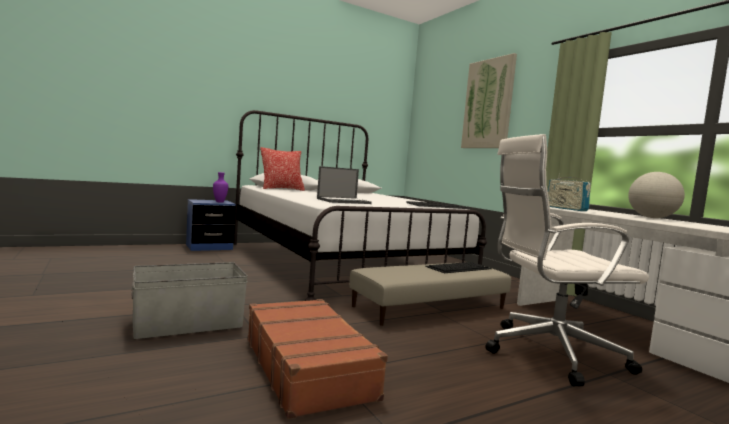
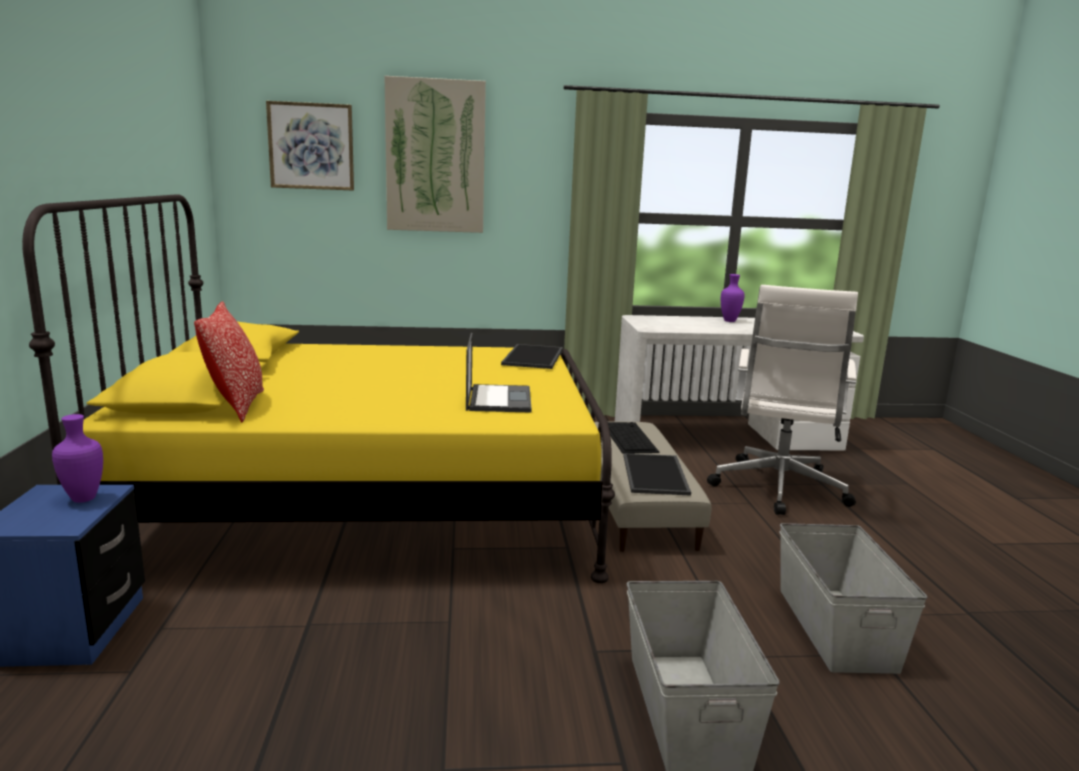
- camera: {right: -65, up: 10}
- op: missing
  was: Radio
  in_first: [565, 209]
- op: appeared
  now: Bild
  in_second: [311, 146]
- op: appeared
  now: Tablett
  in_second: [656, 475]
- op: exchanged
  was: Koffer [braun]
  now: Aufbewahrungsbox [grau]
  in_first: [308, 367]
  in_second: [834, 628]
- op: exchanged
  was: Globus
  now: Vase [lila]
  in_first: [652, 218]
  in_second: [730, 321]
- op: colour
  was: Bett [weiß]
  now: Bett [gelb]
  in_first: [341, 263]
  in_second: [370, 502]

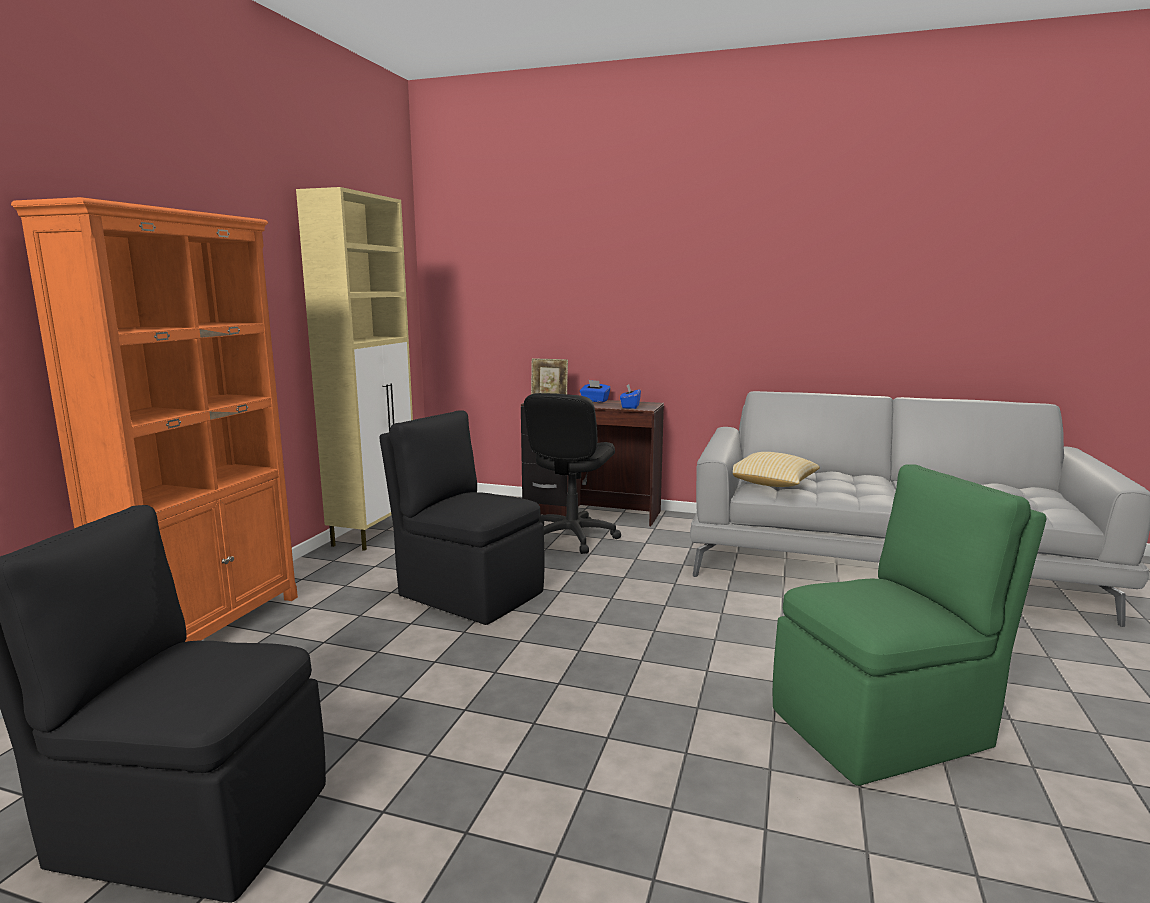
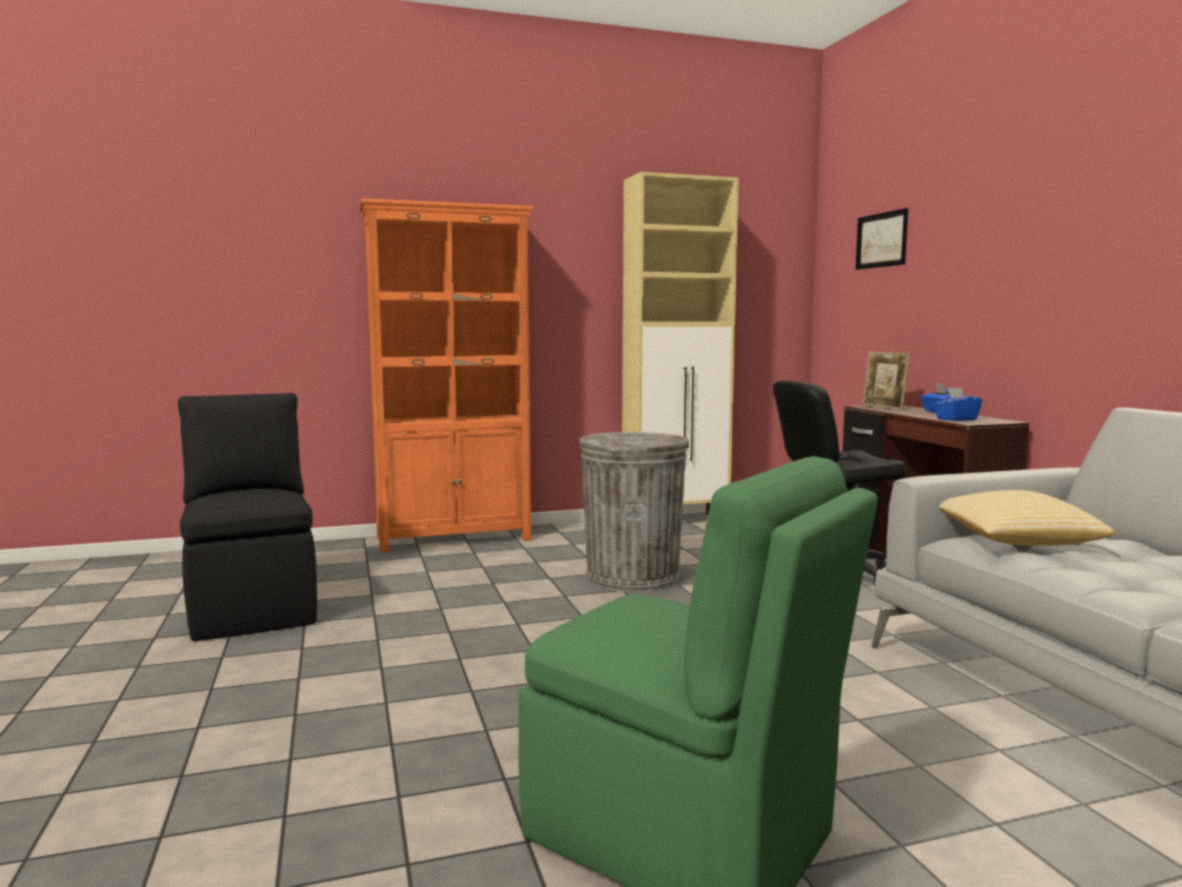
- camera: {right: 55, up: -5}
- op: appeared
  now: Bild
  in_second: [881, 240]
- op: exchanged
  was: Stuhl [schwarz]
  now: Mülleimer [grau]
  in_first: [468, 593]
  in_second: [633, 577]

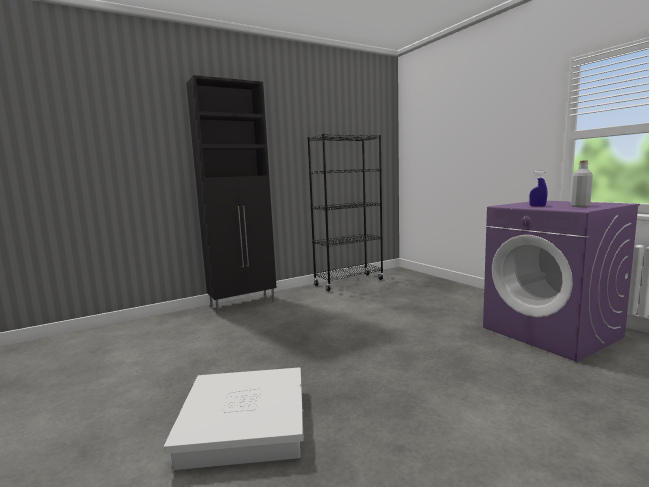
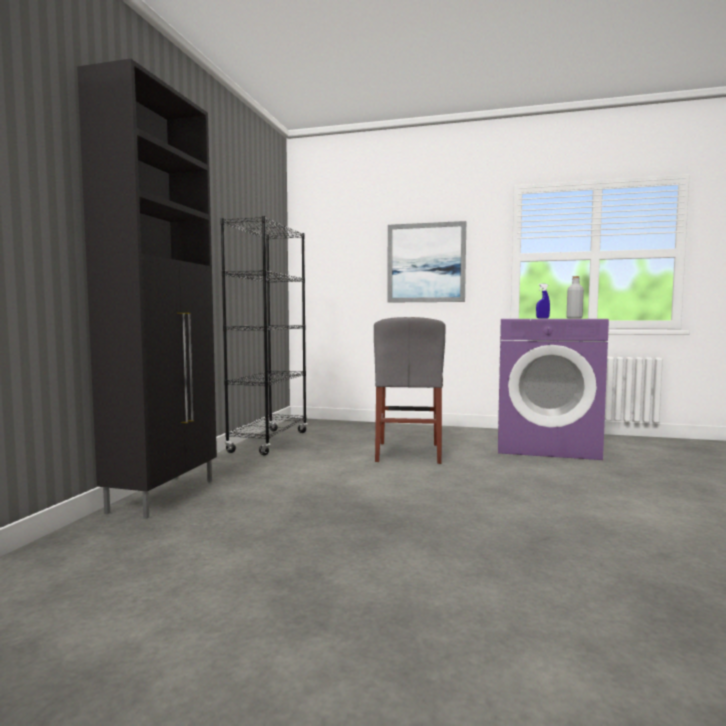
- camera: {right: -45, up: -5}
- op: missing
  was: Aufbewahrungsbox [weiß]
  in_first: [245, 423]
- op: appeared
  now: Stuhl [grau]
  in_second: [408, 452]
- op: appeared
  now: Bild
  in_second: [426, 263]

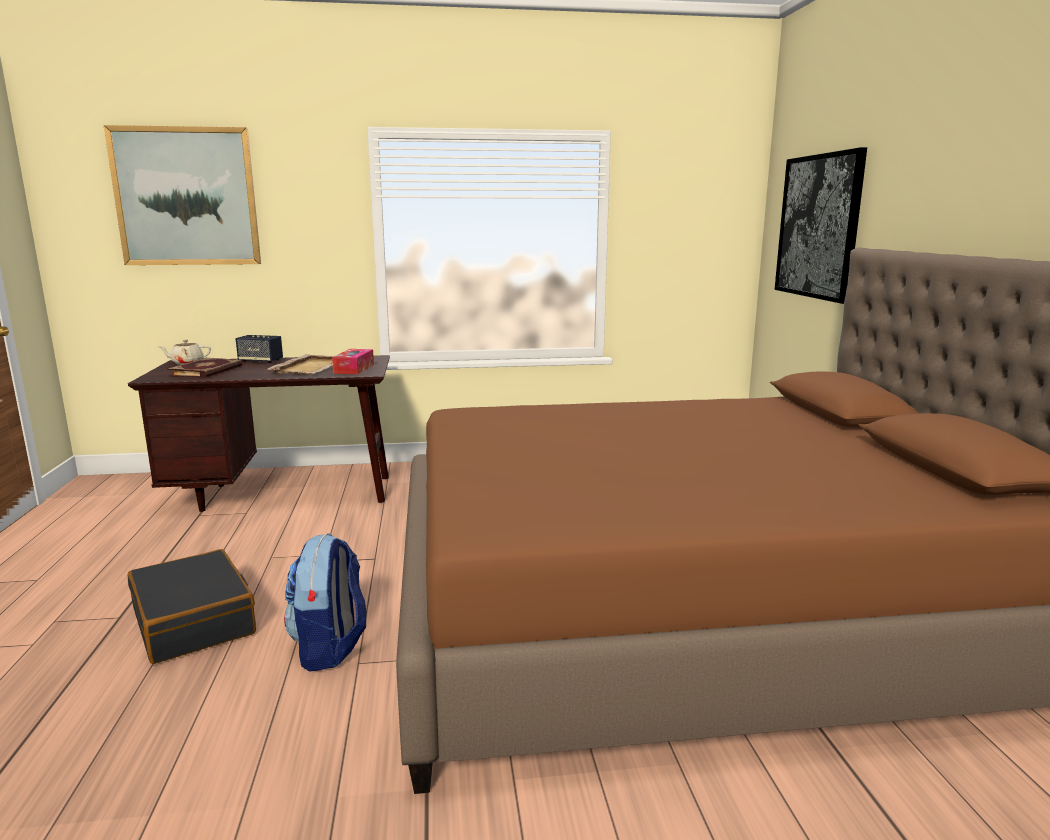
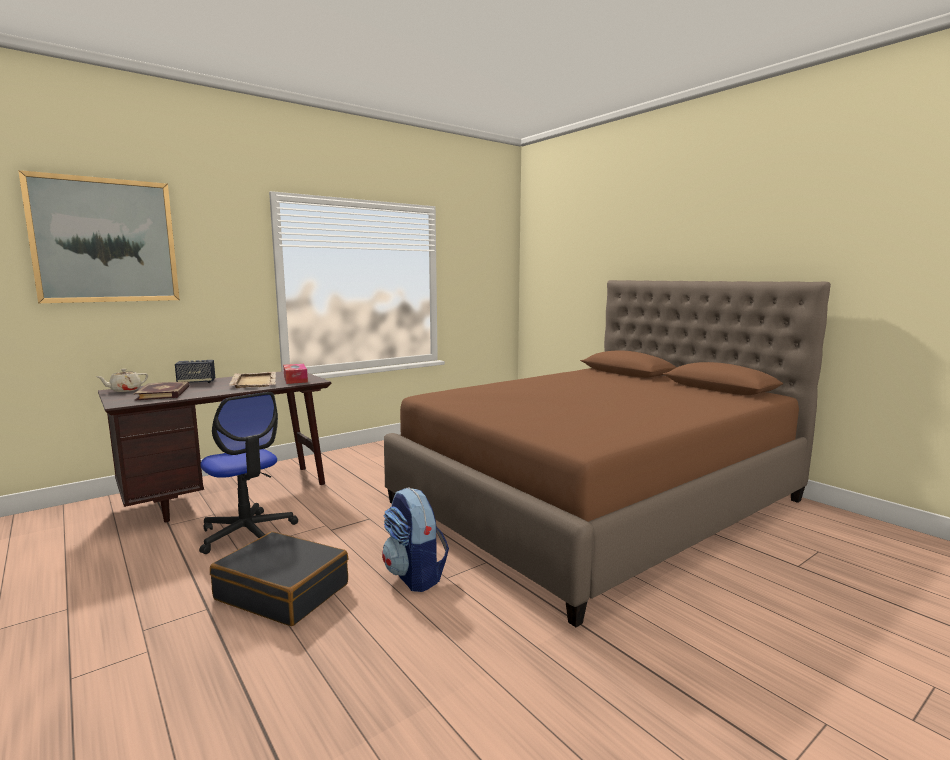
- camera: {right: -30, up: -5}
- op: missing
  was: Bild
  in_first: [818, 226]
- op: appeared
  now: Bürostuhl
  in_second: [247, 533]

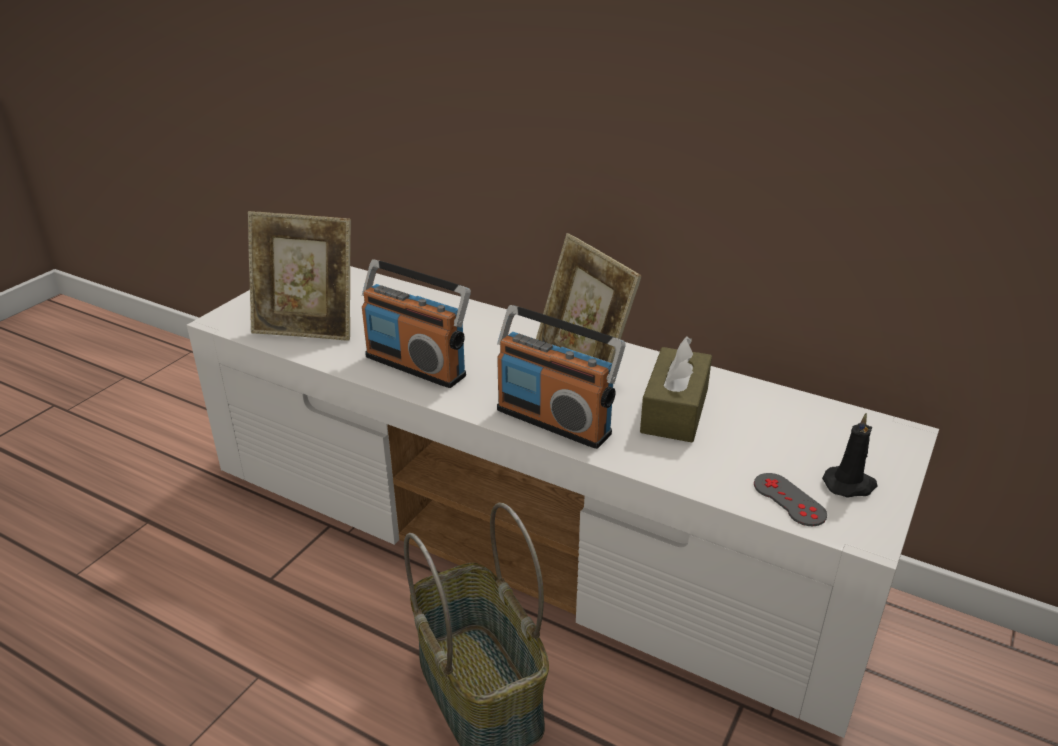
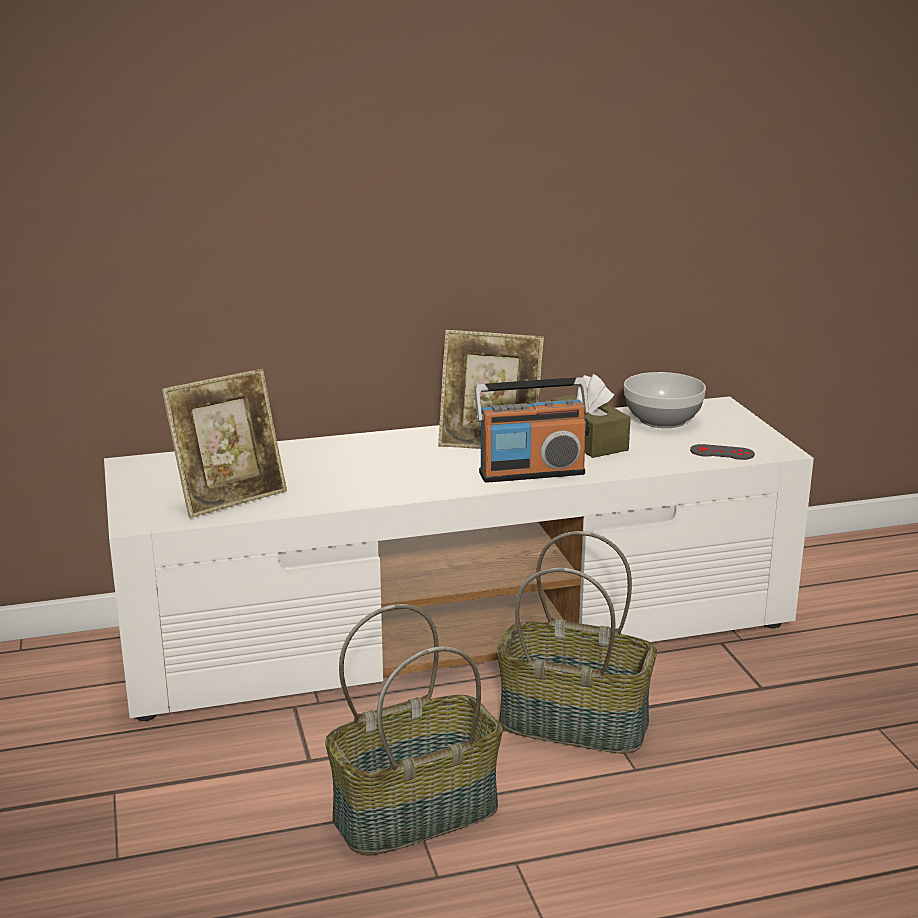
- camera: {right: -45, up: -10}
- op: missing
  was: Radio
  in_first: [416, 365]
- op: missing
  was: Kerze [schwarz]
  in_first: [850, 485]
- op: appeared
  now: Korb
  in_second: [416, 811]
- op: appeared
  now: Schüssel
  in_second: [663, 420]

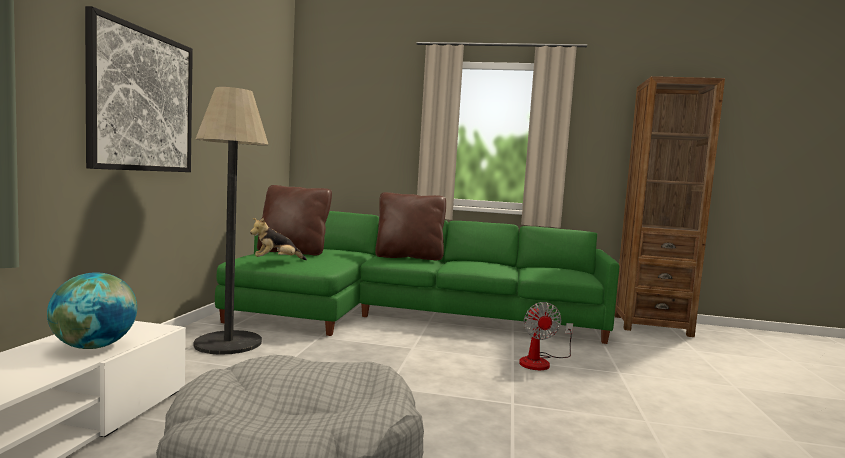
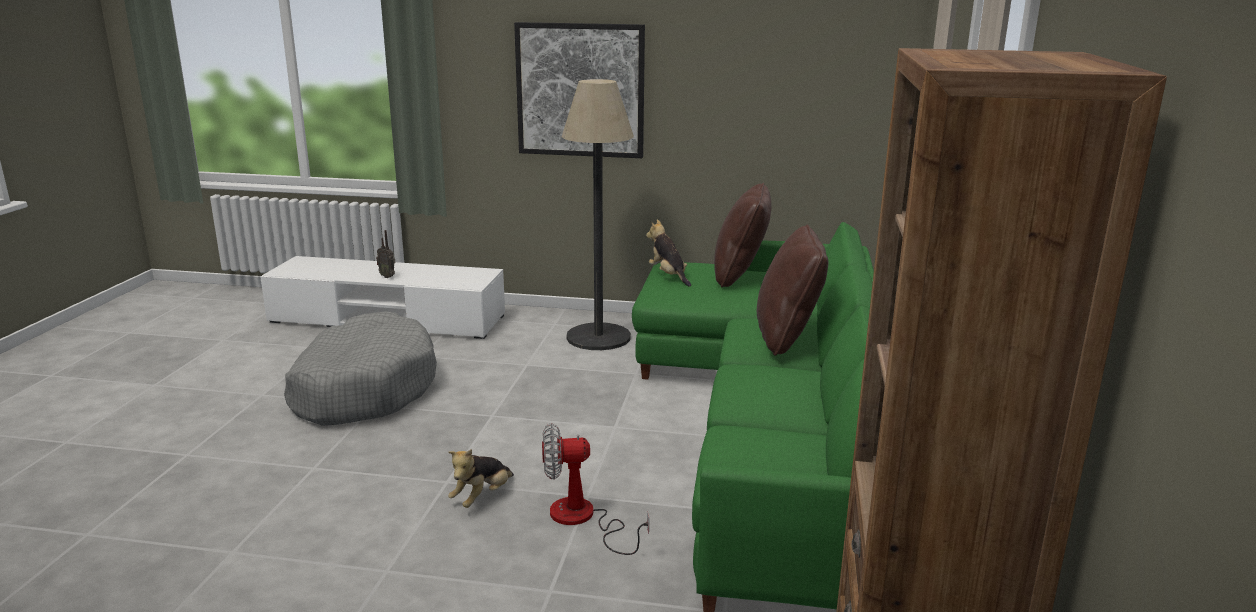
- camera: {right: 90, up: 15}
- op: missing
  was: Globus
  in_first: [94, 346]
- op: appeared
  now: Radio
  in_second: [388, 276]
- op: appeared
  now: Plüschtier
  in_second: [482, 497]

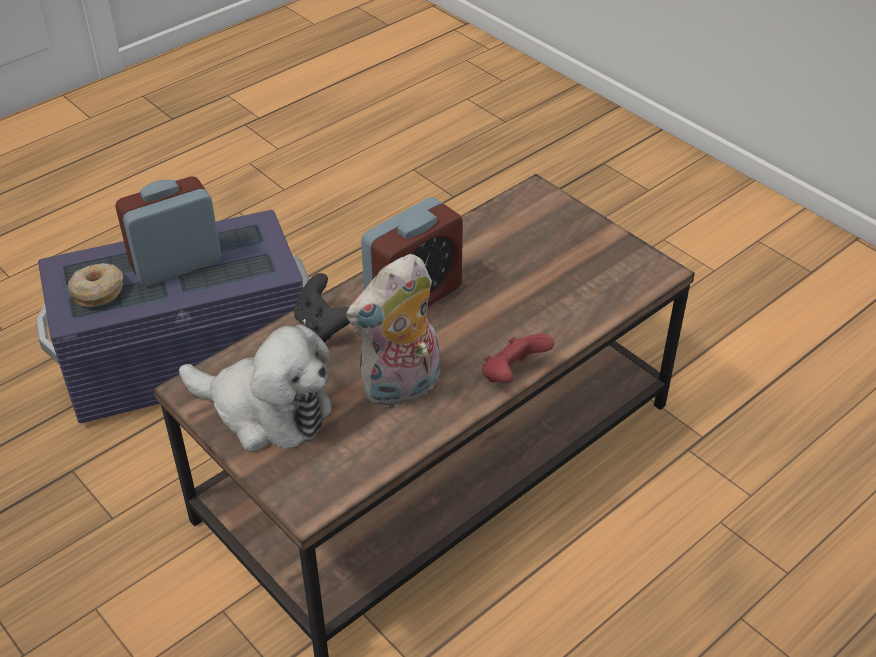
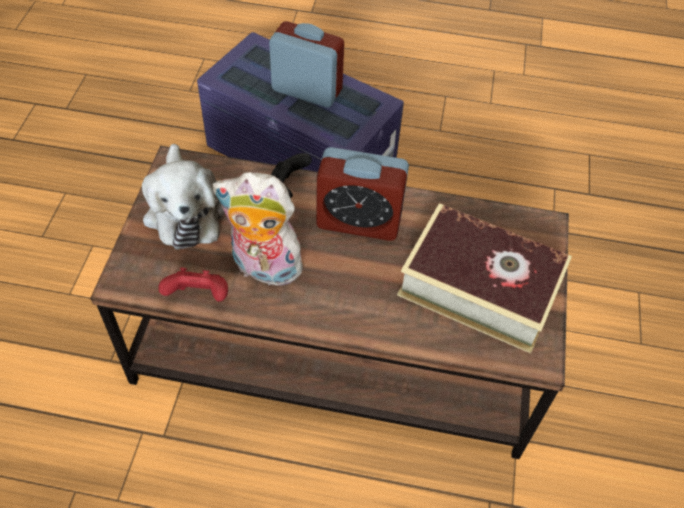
- camera: {right: 50, up: 10}
- op: missing
  was: Donut
  in_first: [98, 291]
- op: appeared
  now: Buch
  in_second: [479, 287]
- op: relocated
  was: Gamepad [rot]
  in_first: [513, 375]
  in_second: [198, 296]

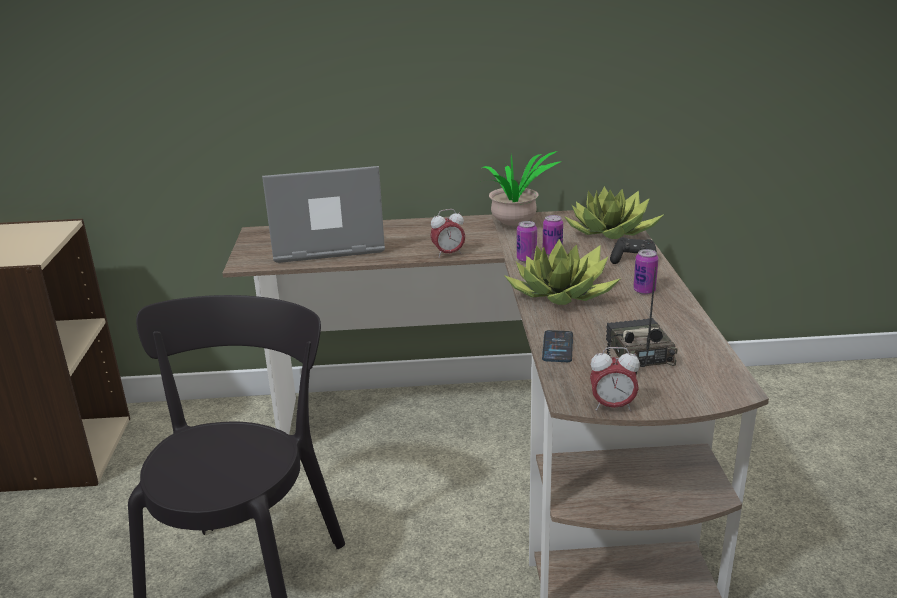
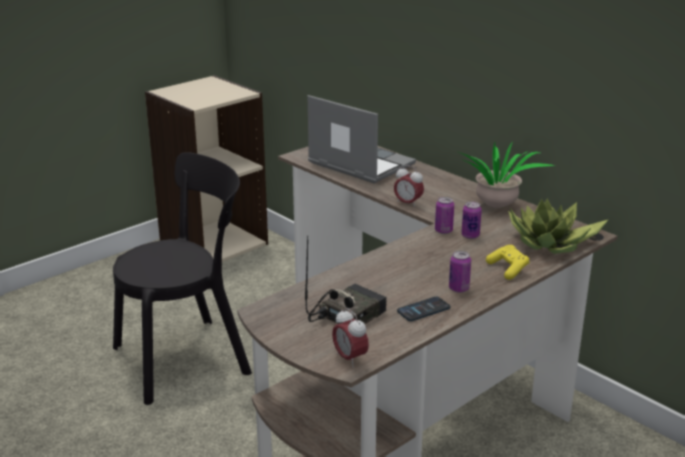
- camera: {right: 50, up: 0}
- op: missing
  was: Topfpflanze
  in_first: [563, 294]
- op: relocated
  was: Handy
  in_first: [557, 347]
  in_second: [423, 310]
- op: relocated
  was: Wecker
  in_first: [612, 406]
  in_second: [350, 358]
- op: colour
  was: Gamepad [schwarz]
  now: Gamepad [gelb]
  in_first: [634, 261]
  in_second: [508, 269]

